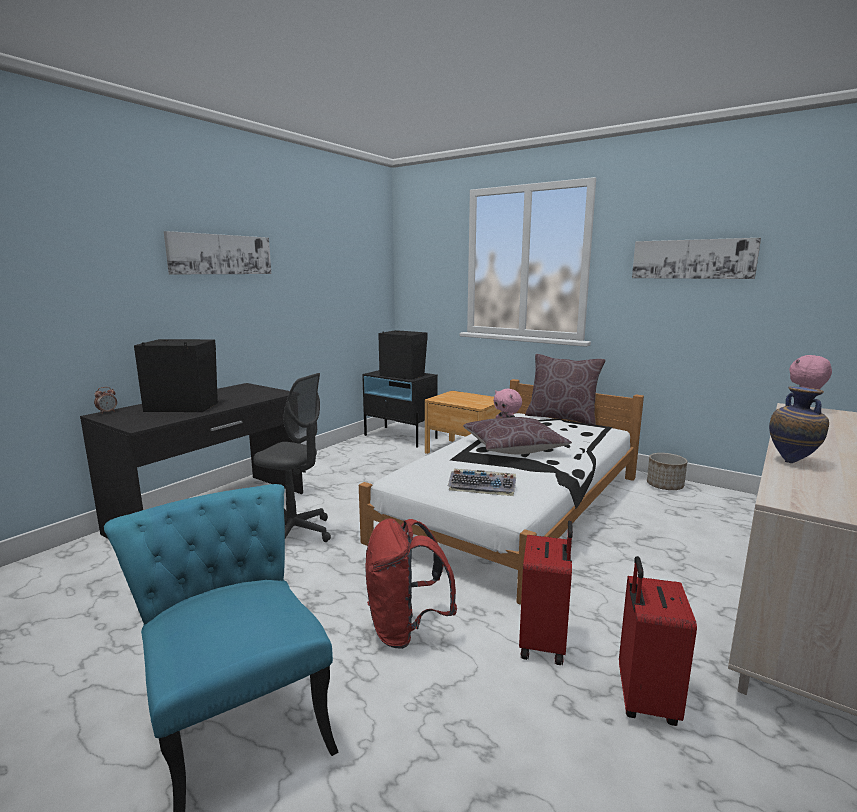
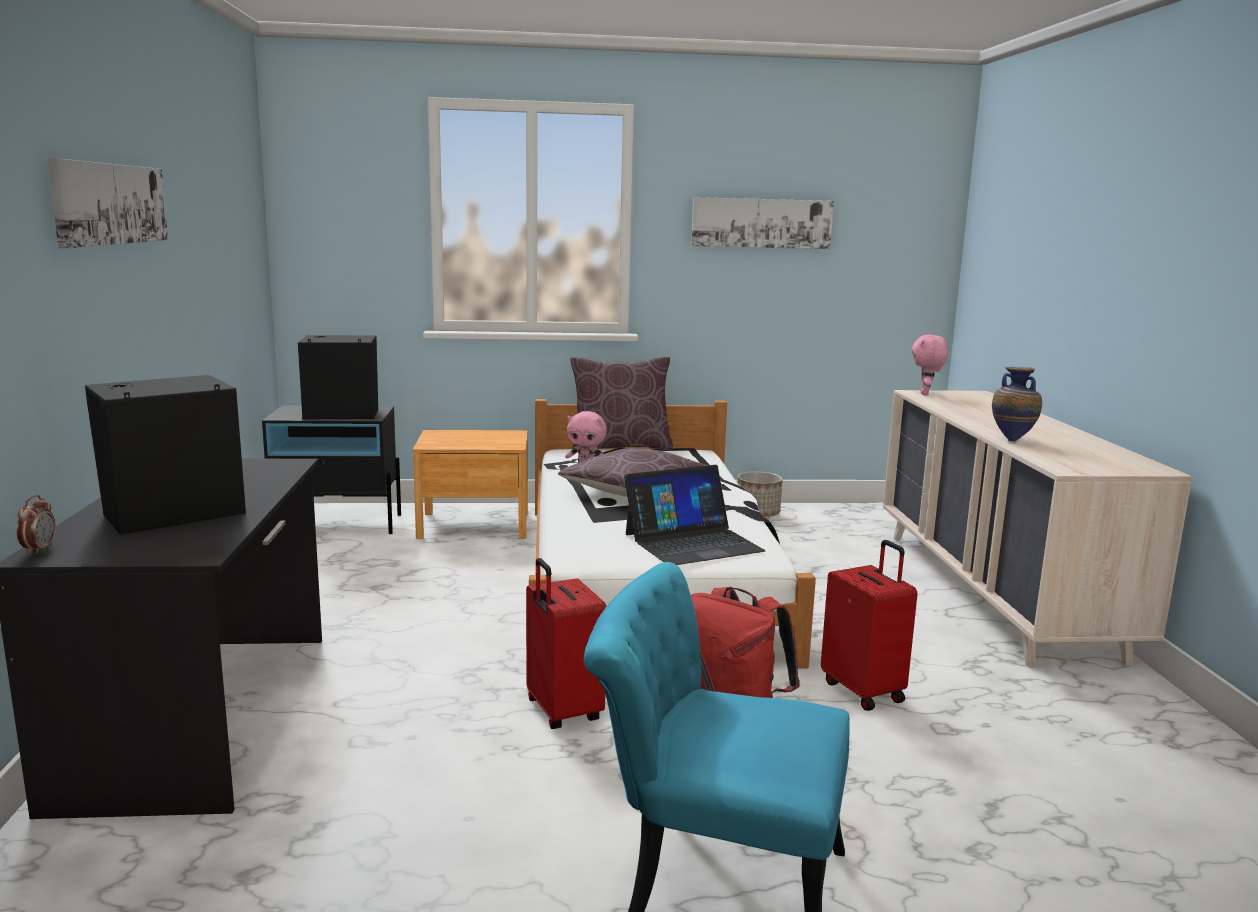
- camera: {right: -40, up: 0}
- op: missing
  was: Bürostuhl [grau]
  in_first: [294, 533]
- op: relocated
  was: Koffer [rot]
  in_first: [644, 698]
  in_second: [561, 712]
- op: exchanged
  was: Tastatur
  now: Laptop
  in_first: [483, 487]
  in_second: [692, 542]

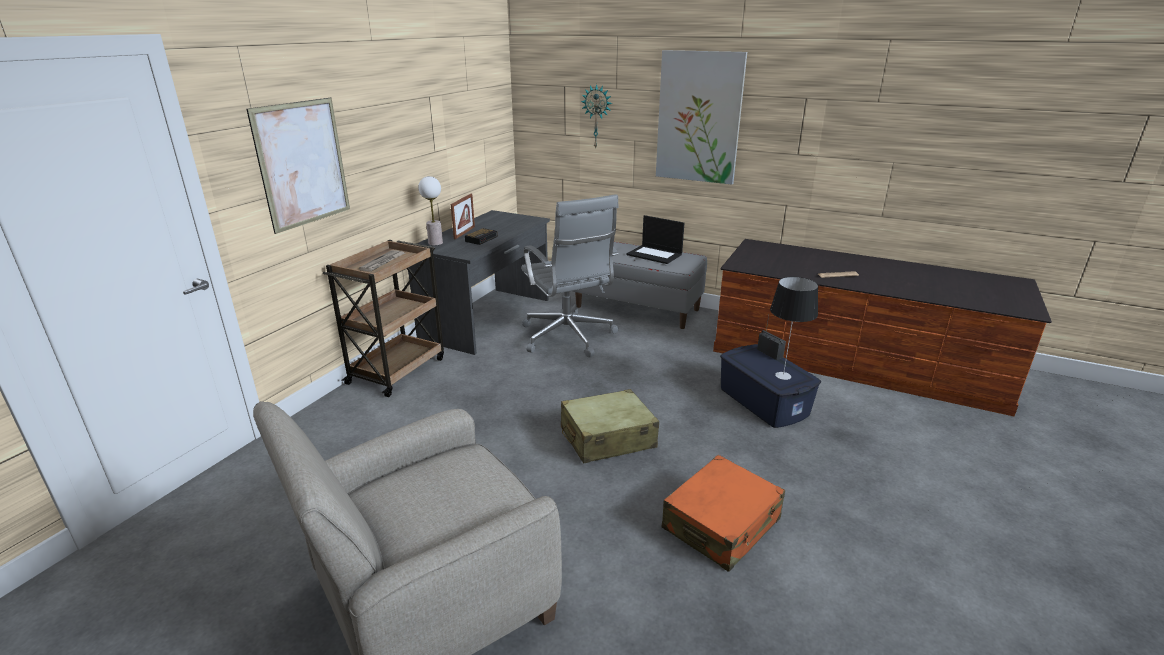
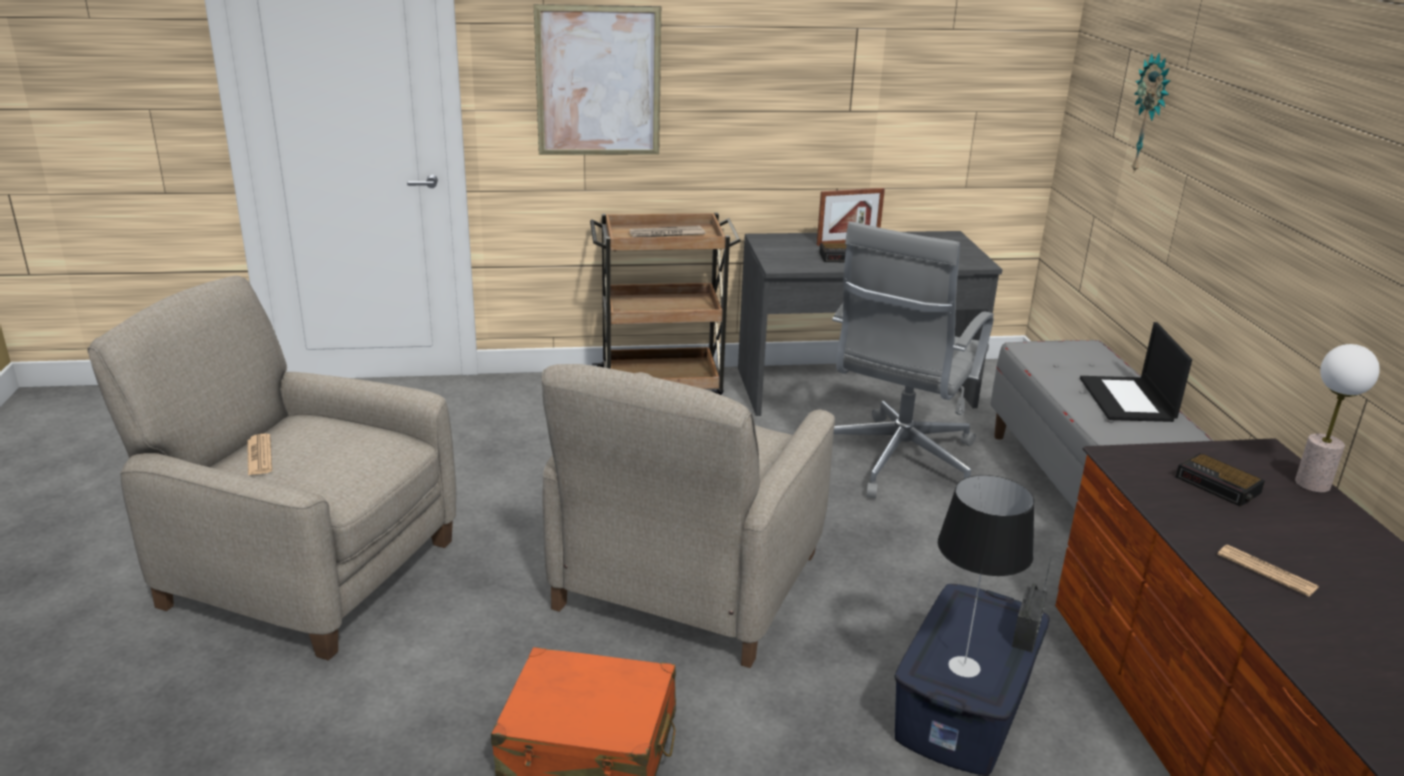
- camera: {right: 55, up: 0}
- op: missing
  was: Bild
  in_first: [699, 117]
- op: appeared
  now: Zeitung
  in_second: [259, 455]
- op: appeared
  now: Wecker
  in_second: [1219, 486]
- op: relocated
  was: Tischlampe
  in_first: [435, 243]
  in_second: [1312, 484]
- op: exchanged
  was: Koffer [beige]
  now: Sessel [beige]
  in_first: [607, 438]
  in_second: [686, 583]

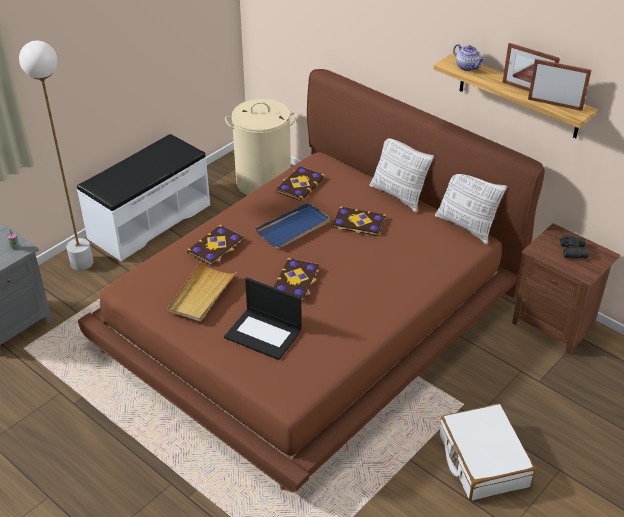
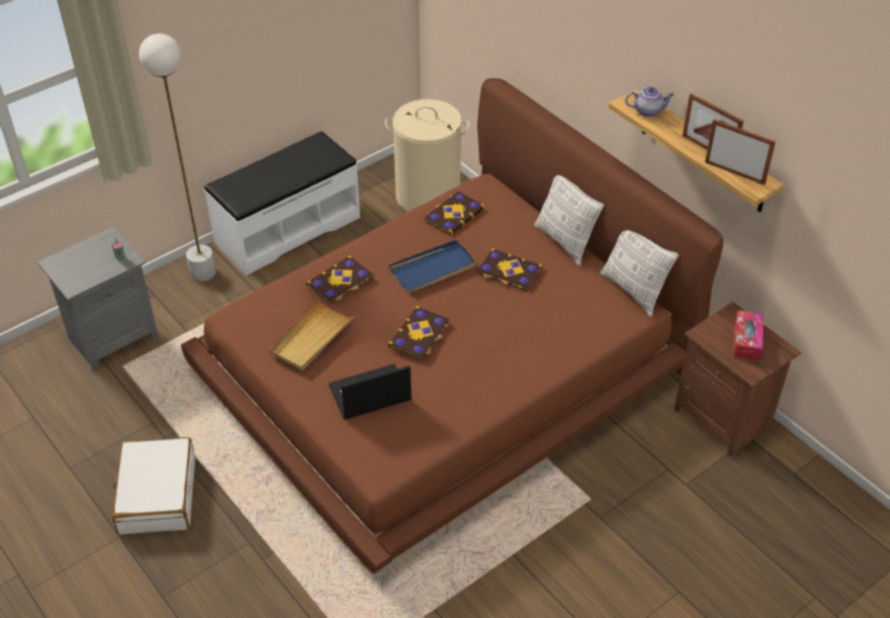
- camera: {right: 10, up: 5}
- op: relocated
  was: Koffer [weiß]
  in_first: [482, 460]
  in_second: [157, 495]
- op: exchanged
  was: Fernglas [schwarz]
  now: Taschentuchbox
  in_first: [574, 251]
  in_second: [746, 340]
- op: spun
  was: Laptop
  in_first: [264, 334]
  in_second: [369, 394]
  clockwise: 120
- op: spun
  was: Teekanne
  in_first: [468, 67]
  in_second: [648, 111]
  clockwise: -60

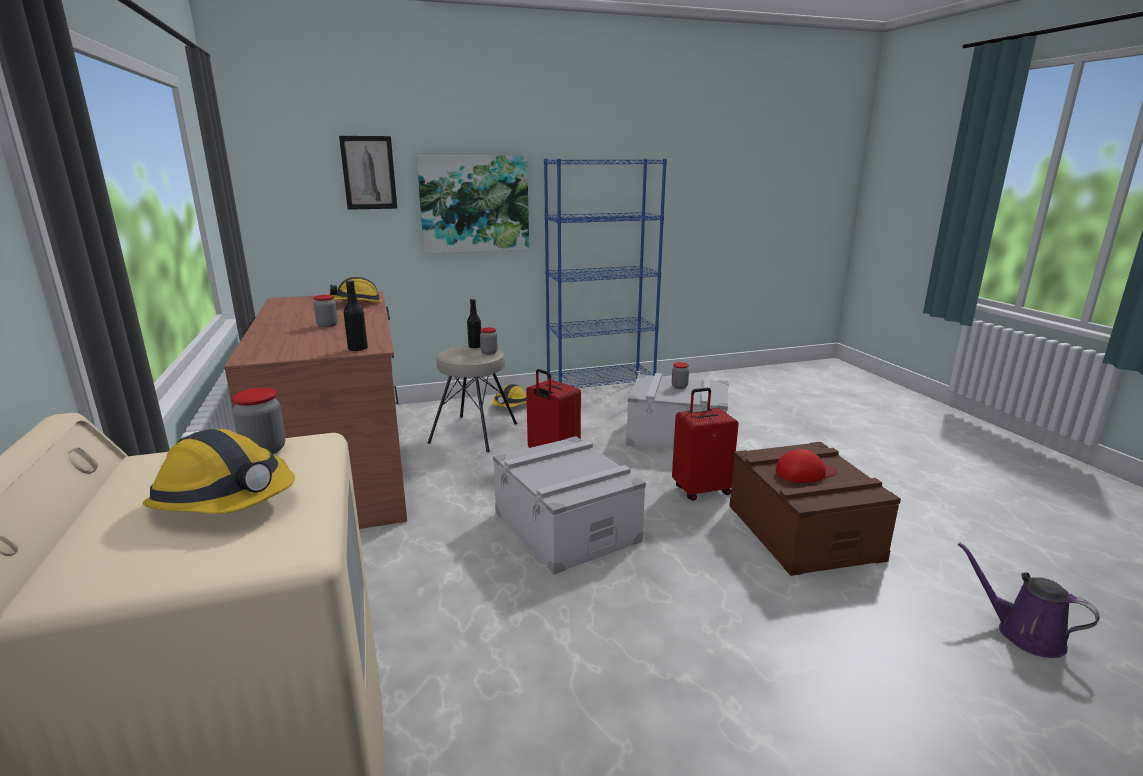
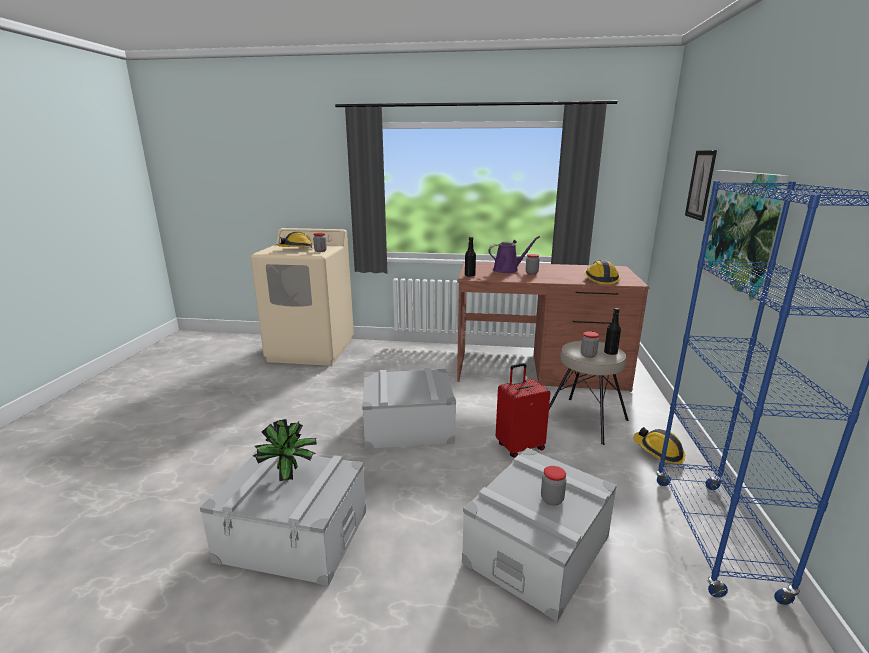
- camera: {right: 115, up: 0}
- op: missing
  was: Koffer [rot]
  in_first: [700, 490]
- op: relocated
  was: Gießkanne [lila]
  in_first: [1023, 634]
  in_second: [508, 270]
- op: exchanged
  was: Kappe [rot]
  now: Topfpflanze
  in_first: [805, 473]
  in_second: [291, 479]
- op: colour
  was: Aufbewahrungsbox [braun]
  now: Aufbewahrungsbox [grau]
  in_first: [802, 531]
  in_second: [294, 535]

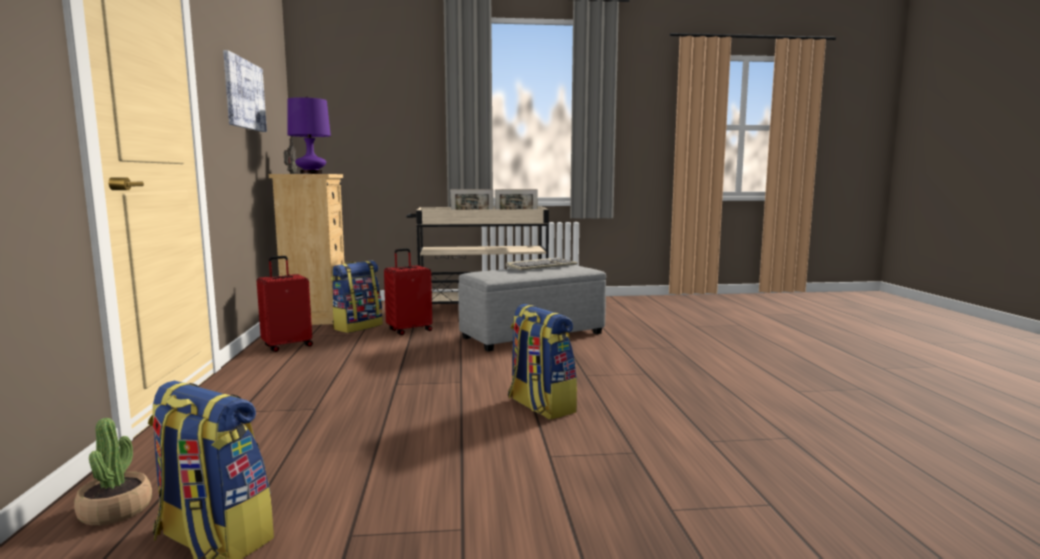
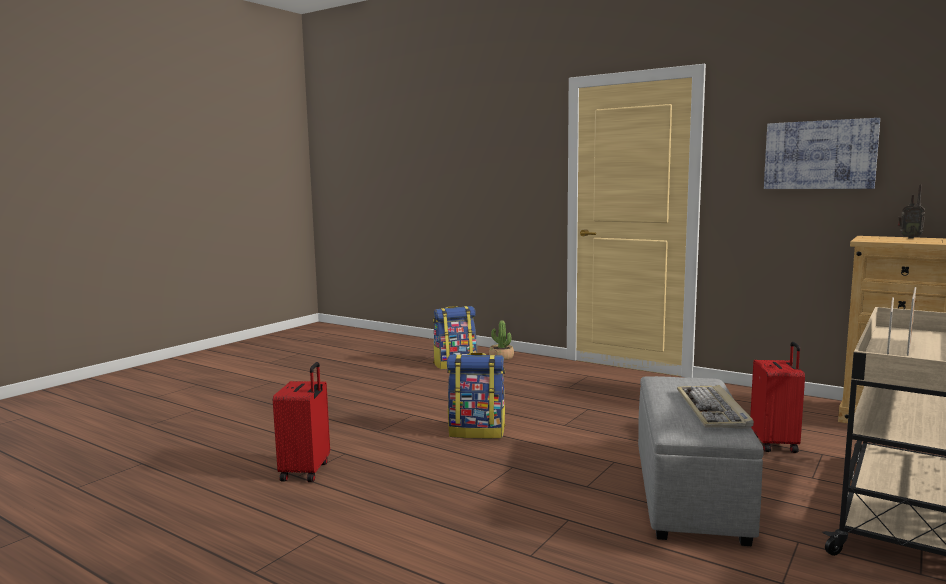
- camera: {right: 130, up: 0}
- op: missing
  was: Tischlampe [lila]
  in_first: [311, 173]
- op: missing
  was: Rucksack
  in_first: [357, 327]
- op: relocated
  was: Koffer [rot]
  in_first: [287, 346]
  in_second: [306, 471]

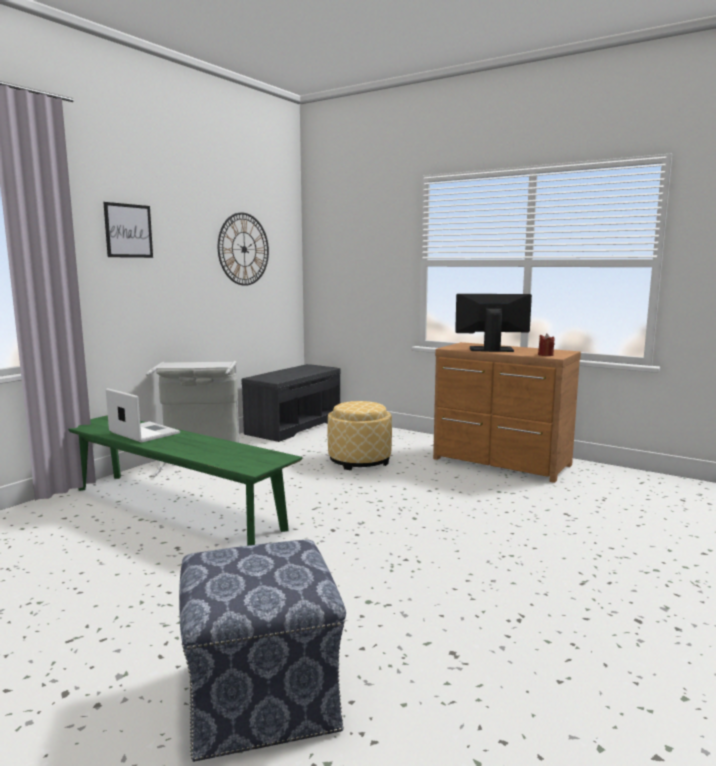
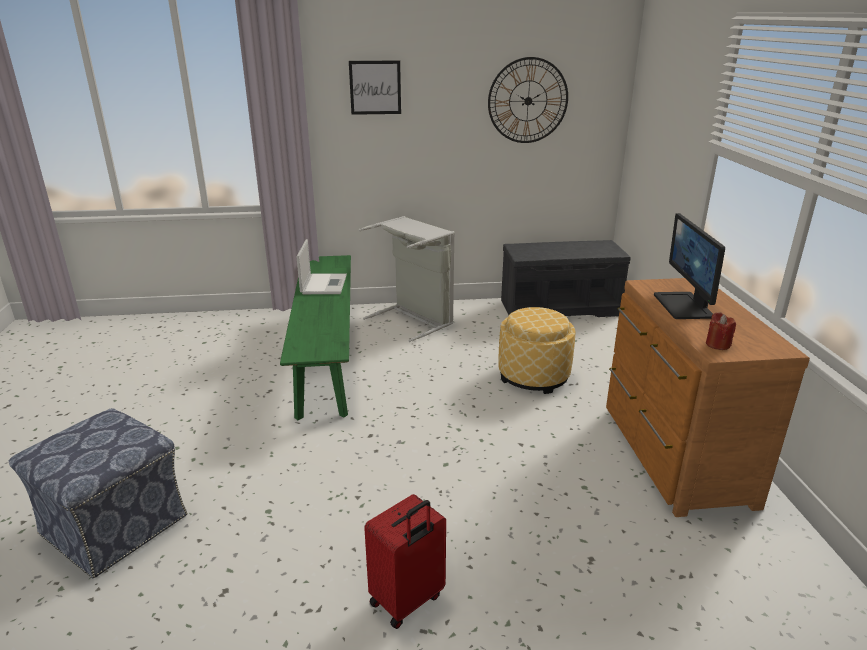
- camera: {right: 50, up: 15}
- op: appeared
  now: Koffer [rot]
  in_second: [408, 601]
- op: spun
  was: Monitor
  in_first: [490, 349]
  in_second: [684, 306]
  clockwise: -150

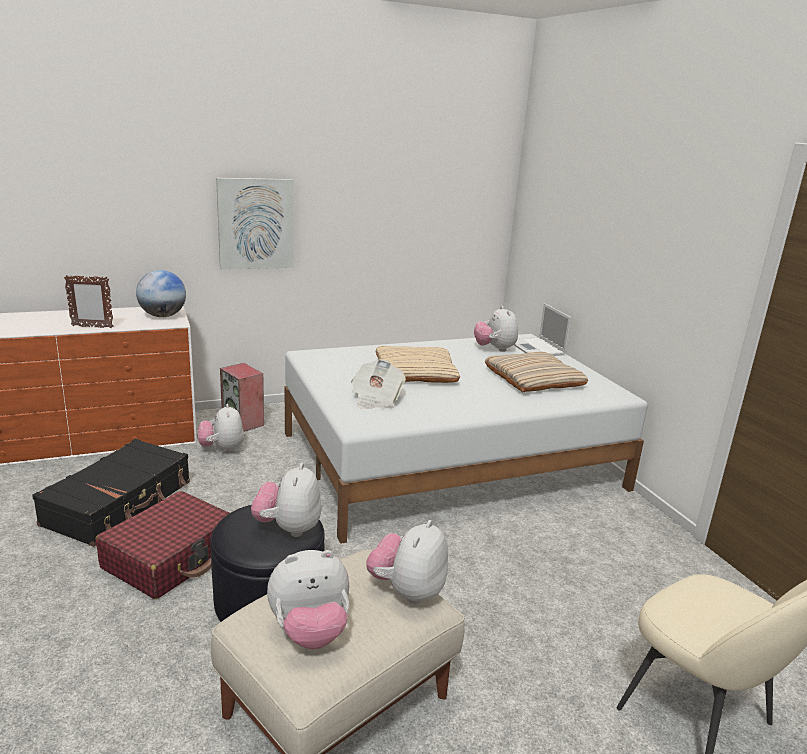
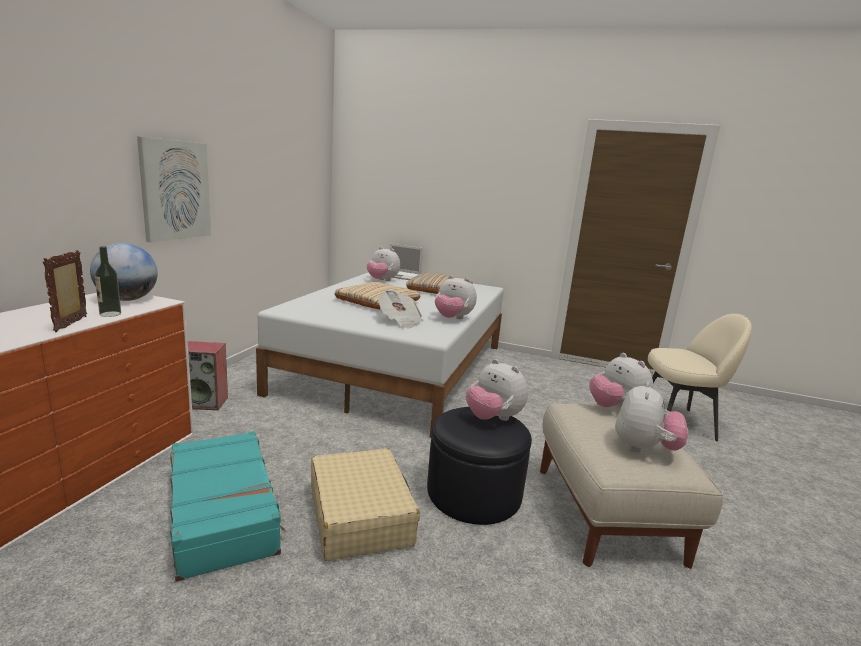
- camera: {right: -50, up: -5}
- op: appeared
  now: Flasche
  in_second: [110, 314]
- op: relocated
  was: Plüschtier
  in_first: [222, 449]
  in_second: [452, 319]
- op: colour
  was: Koffer [schwarz]
  now: Koffer [türkis]
  in_first: [119, 503]
  in_second: [224, 512]
- op: colour
  was: Koffer [rot]
  now: Koffer [beige]
  in_first: [171, 557]
  in_second: [360, 515]
- op: spun
  was: Bilderrahmen
  in_first: [92, 327]
  in_second: [72, 324]
  clockwise: 135

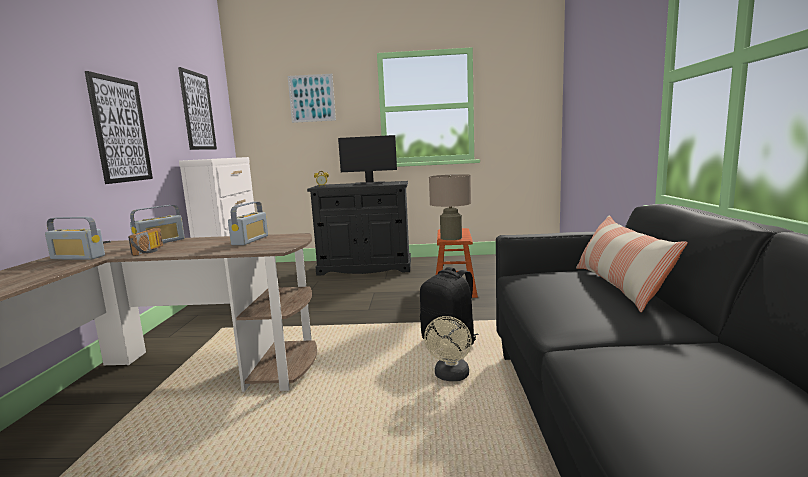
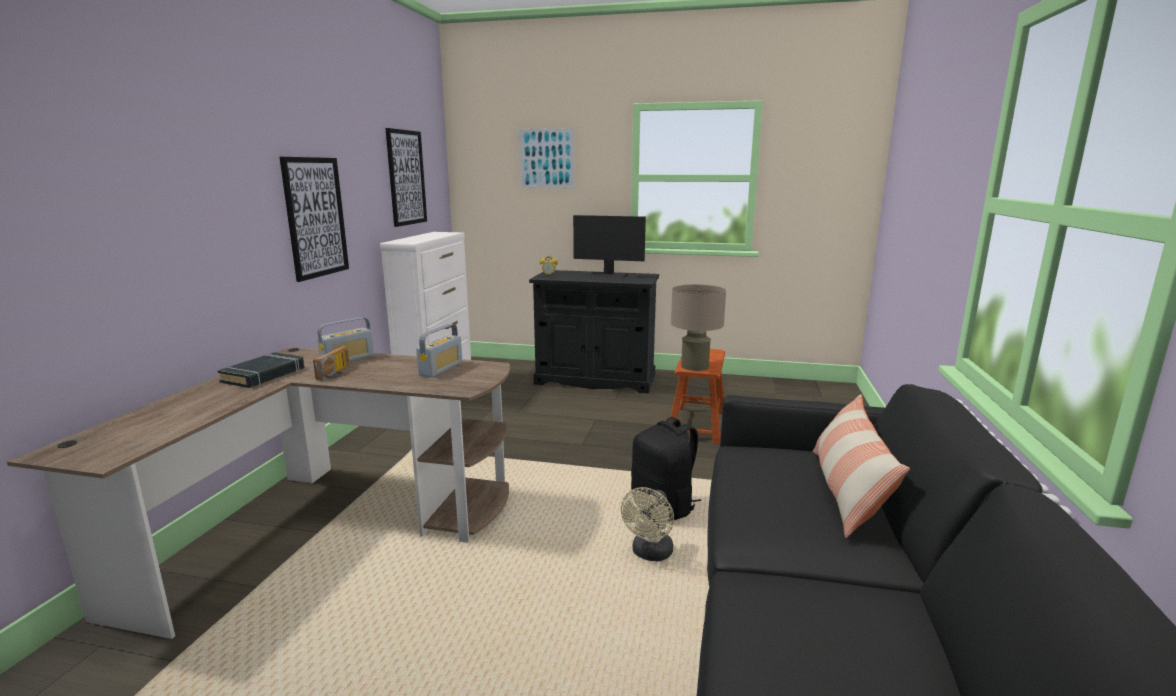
- camera: {right: 10, up: 5}
- op: exchanged
  was: Radio
  now: Buch [schwarz]
  in_first: [78, 257]
  in_second: [264, 375]

